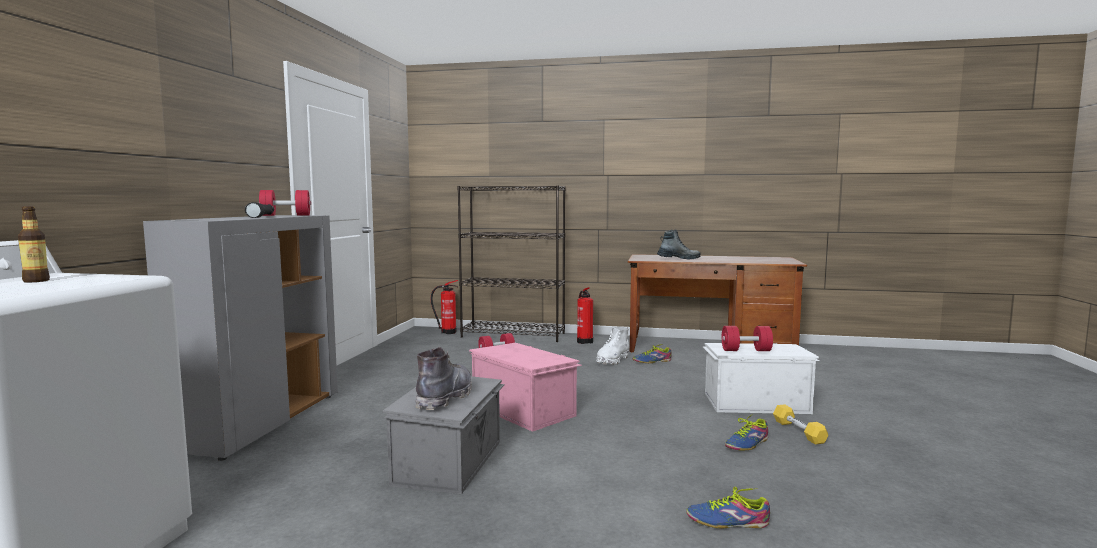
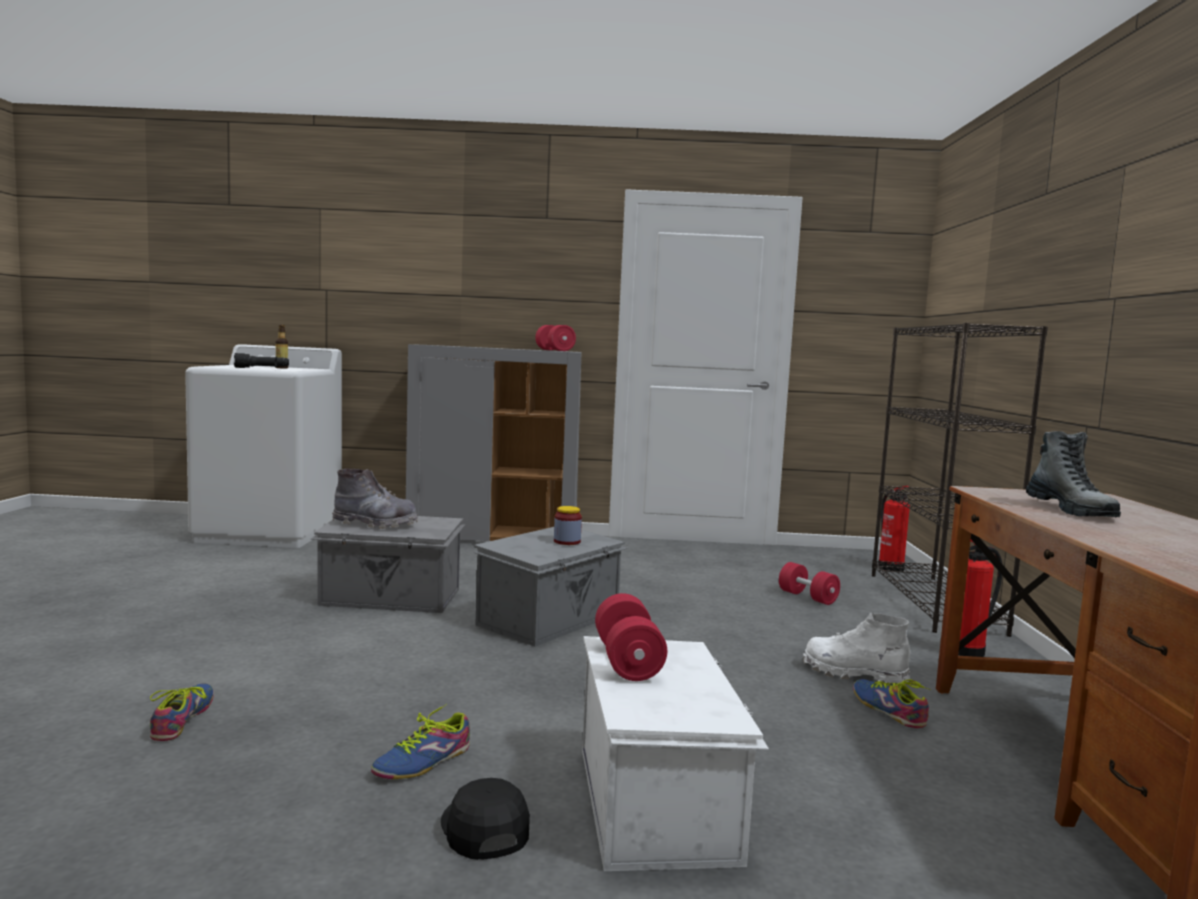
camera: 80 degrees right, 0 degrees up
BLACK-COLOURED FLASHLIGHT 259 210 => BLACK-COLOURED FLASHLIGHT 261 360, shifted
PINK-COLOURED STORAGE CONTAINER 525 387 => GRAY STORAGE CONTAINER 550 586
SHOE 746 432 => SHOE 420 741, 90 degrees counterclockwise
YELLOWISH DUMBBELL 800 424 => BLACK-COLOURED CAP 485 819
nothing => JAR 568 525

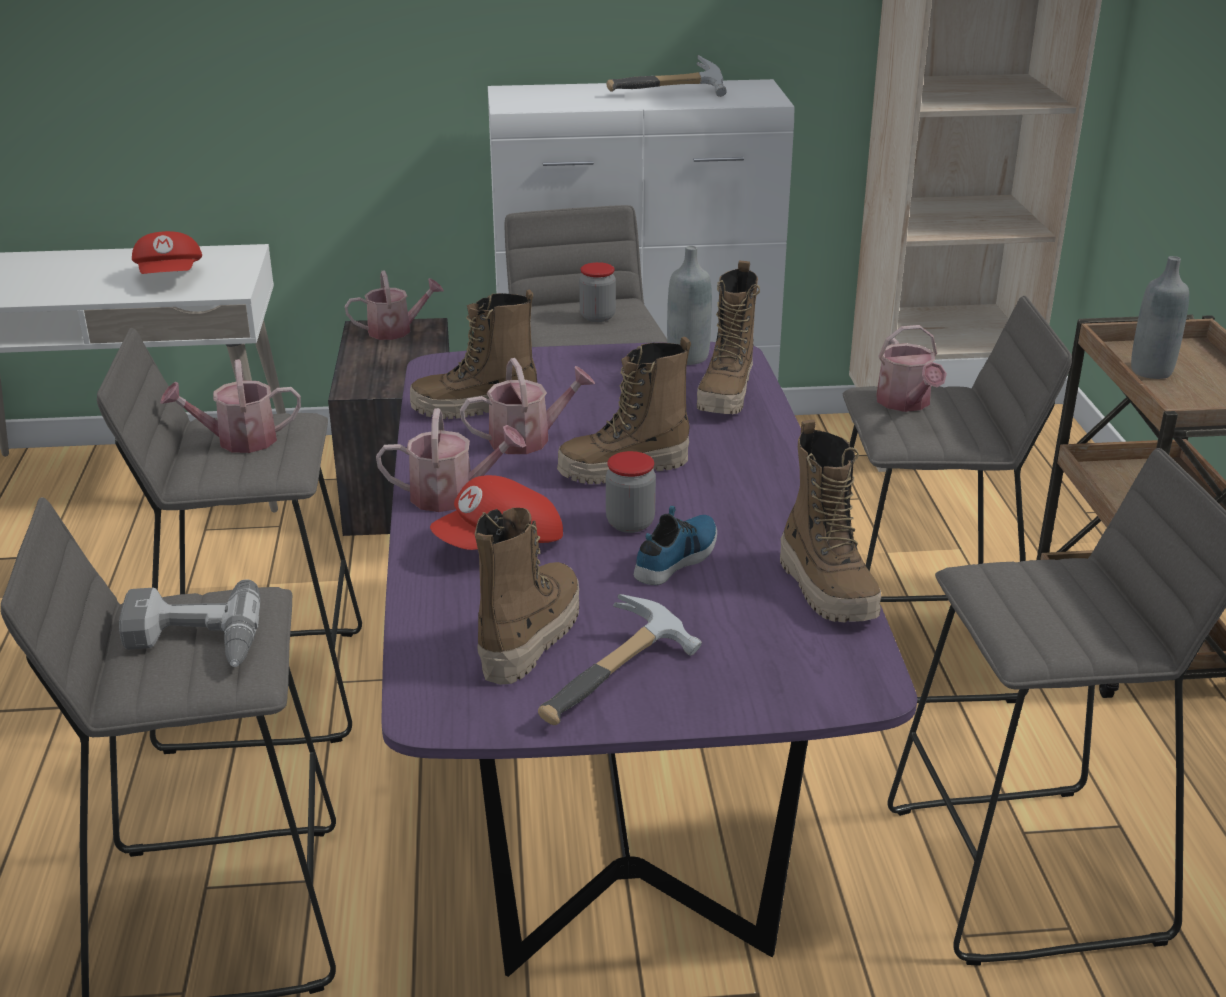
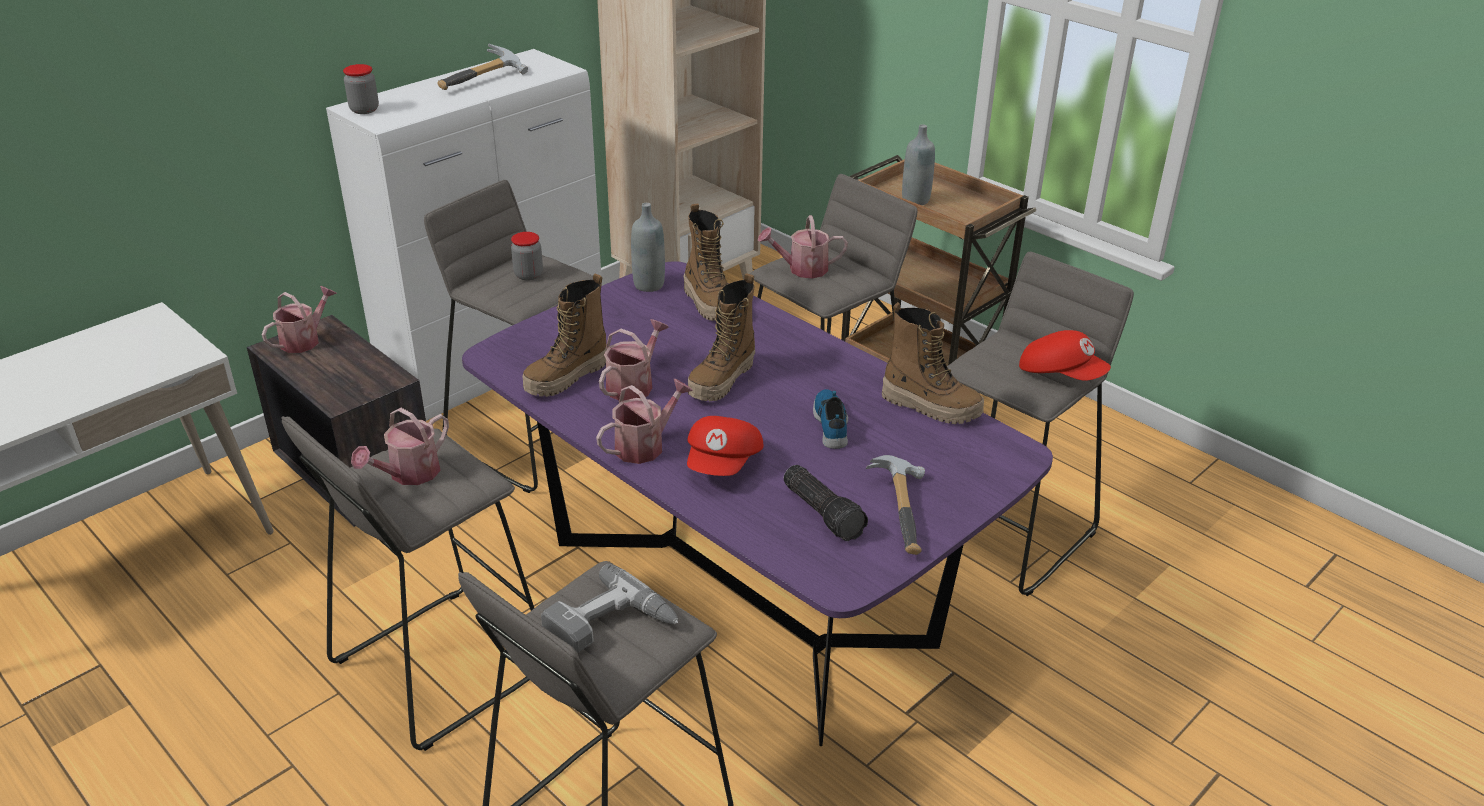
camera: 40 degrees left, 5 degrees up
REDDISH CAP 167 252 => REDDISH CAP 1065 355, shifted
TALL BOOT 526 596 => FLASHLIGHT 826 503
JAR 631 492 => JAR 361 89, shifted
SPRINKLING CAN 911 368 => SPRINKLING CAN 802 247, 135 degrees clockwise

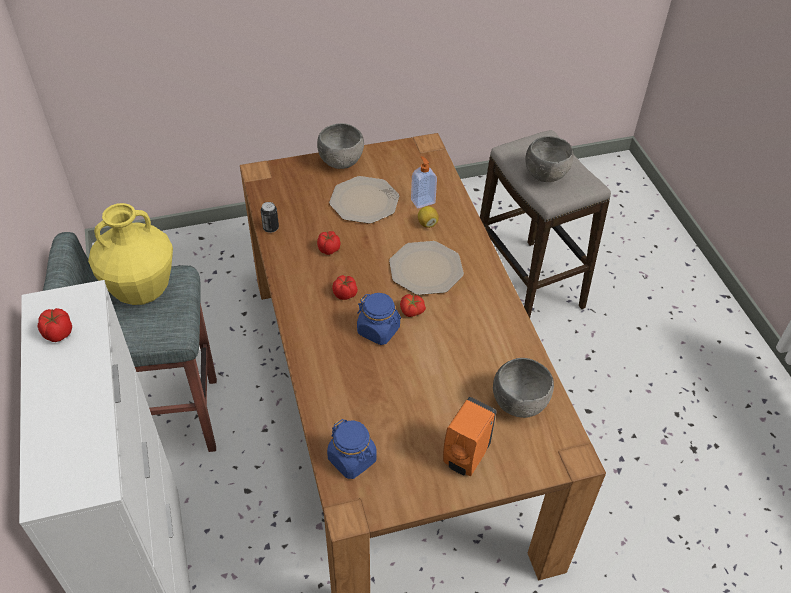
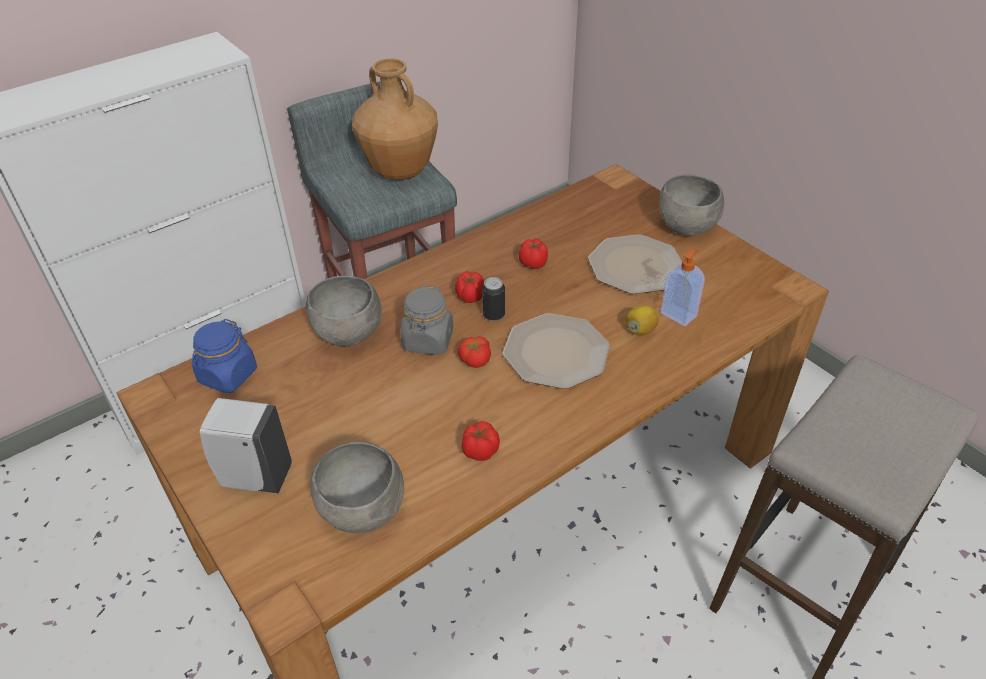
camera: 70 degrees right, 5 degrees down
FRESH TOMATO 55 325 => FRESH TOMATO 481 441, shifted
YELLOWISH FLOWER VASE 130 254 => BROWN-COLOURED FLOWER VASE 395 119
CAN 270 217 => CAN 493 299, shifted
BLUE-COLOURED JAR 379 319 => GRAY JAR 426 320
ORANGE SOAP DISPENSER 469 436 => WHITE SOAP DISPENSER 246 445
GRAY BOWL 549 159 => GRAY BOWL 344 311, shifted

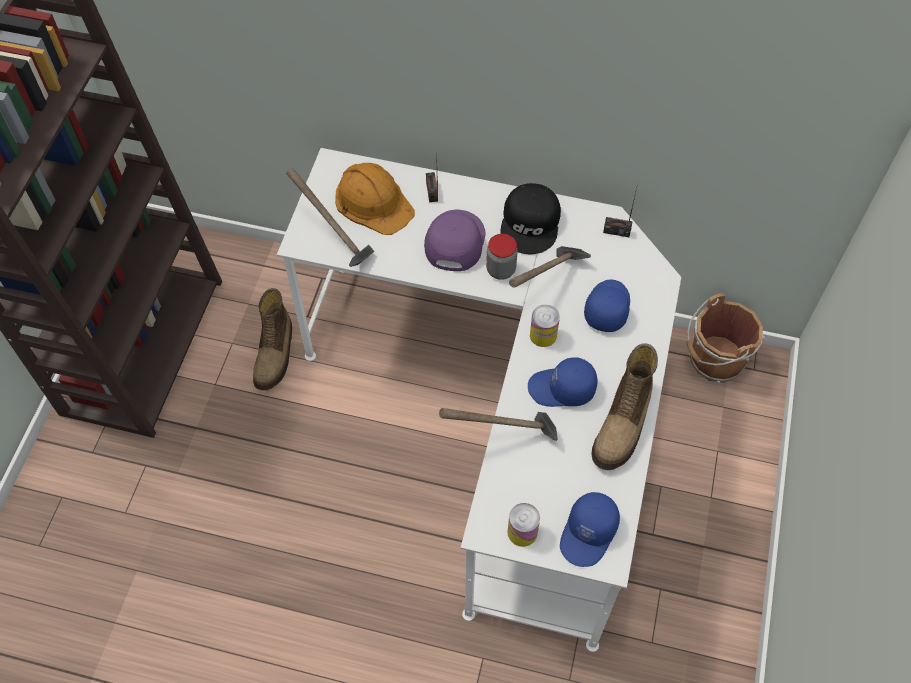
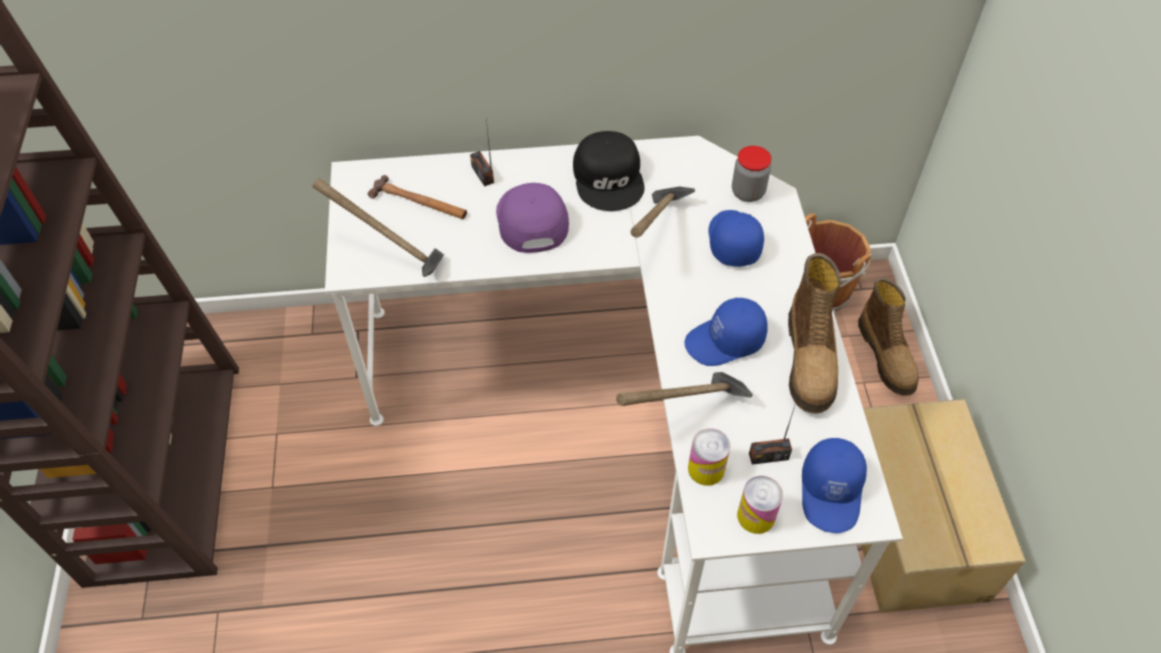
camera: 20 degrees left, 5 degrees down
TALL BOOT 272 339 => TALL BOOT 888 337, shifted
ORANGE SAFETY HELMET 375 199 => HAMMER 417 197
JAR 502 257 => JAR 752 174, shifted
CAN 545 326 => CAN 709 457, shifted
RADIO SET 620 212 => RADIO SET 773 431, shifted
nothing => CARDBOARD BOX 943 506

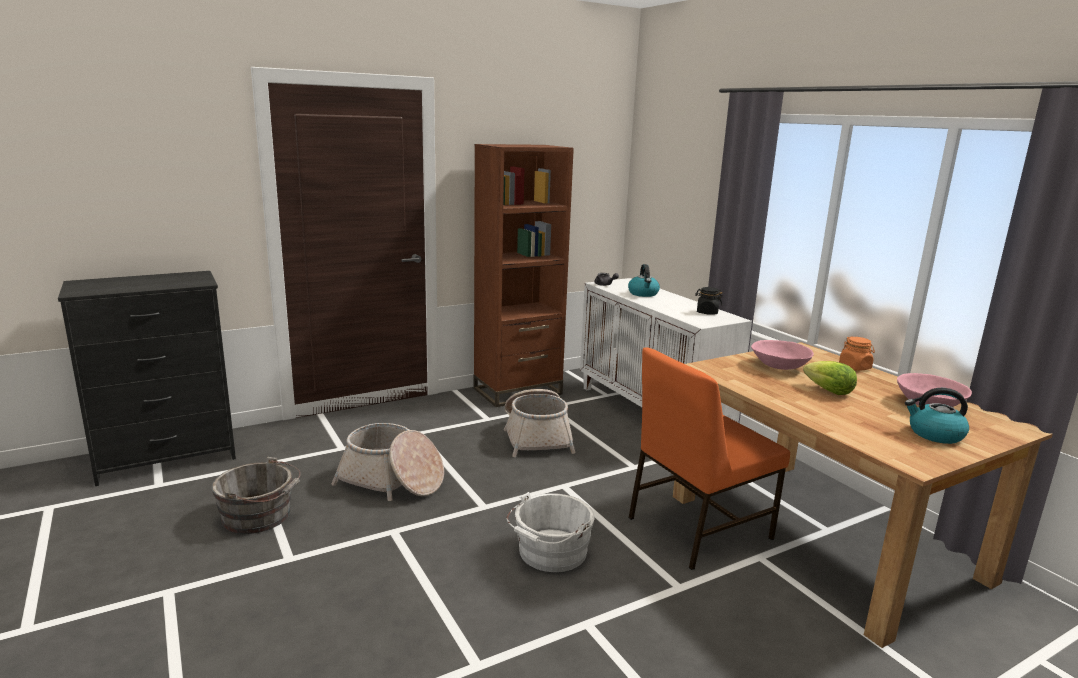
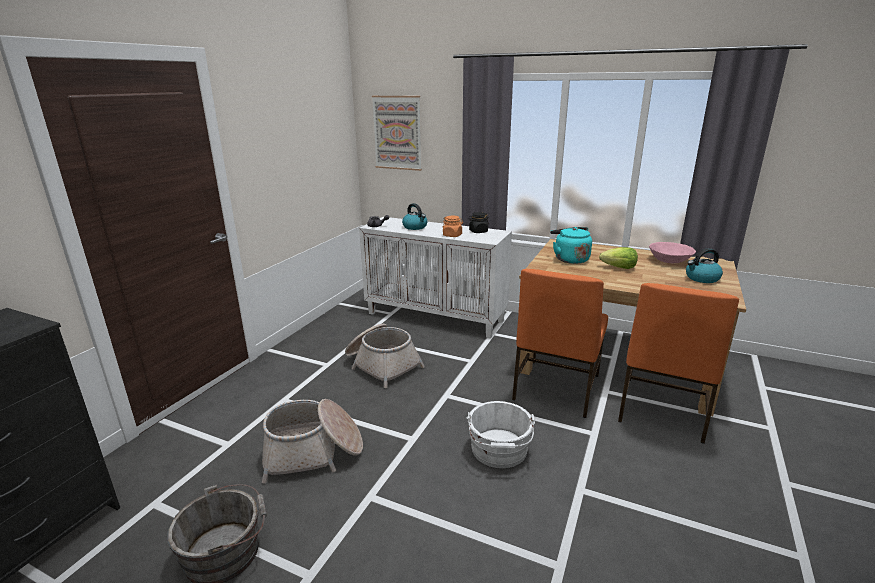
camera: 35 degrees left, 5 degrees up
BROWN-COLOURED BOOKCASE 524 275 => nothing
PINK-COLOURED BOWL 782 355 => TURQUOISE TEA KETTLE 571 245
ORANGE JAR 857 354 => ORANGE JAR 453 226, shifted
nothing => WALL ART 397 133
nothing => ORANGE UPRIGHT CHAIR 678 363

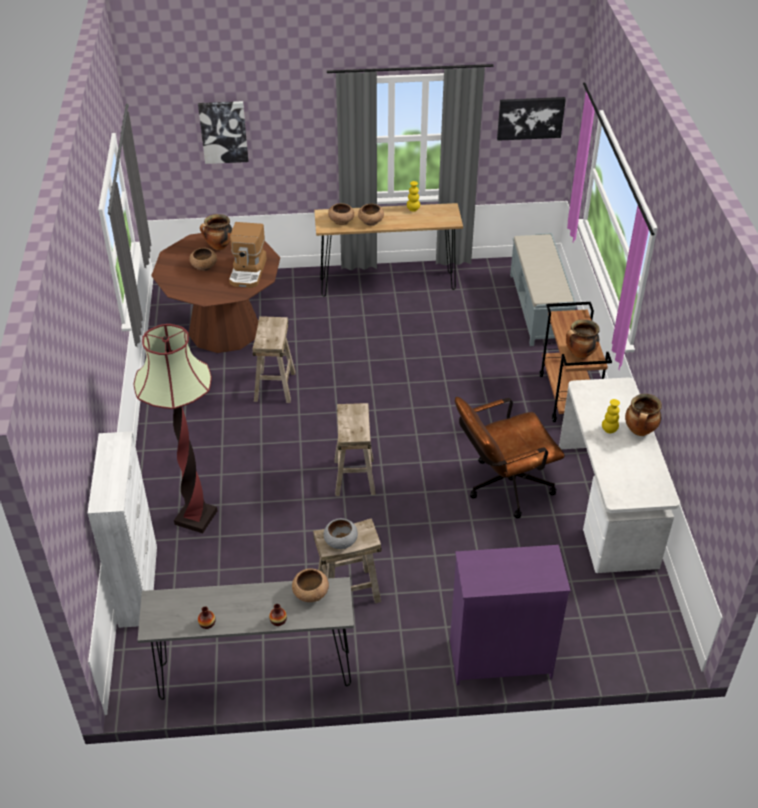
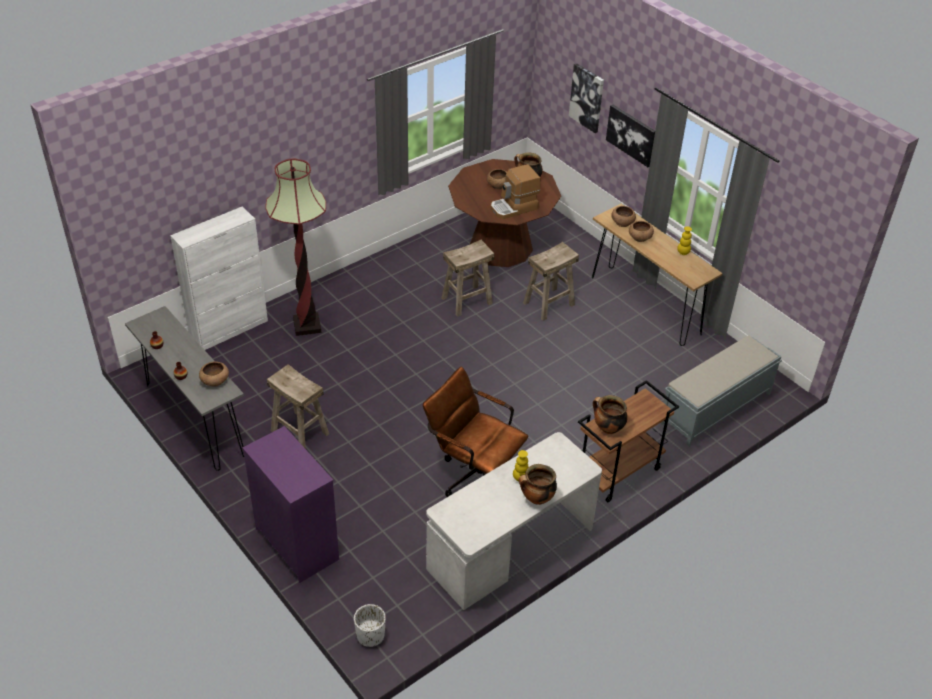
camera: 55 degrees right, 0 degrees up
GRAY BOWL 340 533 => nothing
BEIGE-COLOURED SITTING STOOL 354 449 => BEIGE-COLOURED SITTING STOOL 551 281, shifted
WALL ART 531 119 => WALL ART 630 136, shifted
nothing => WHITE PLANT POT 370 625

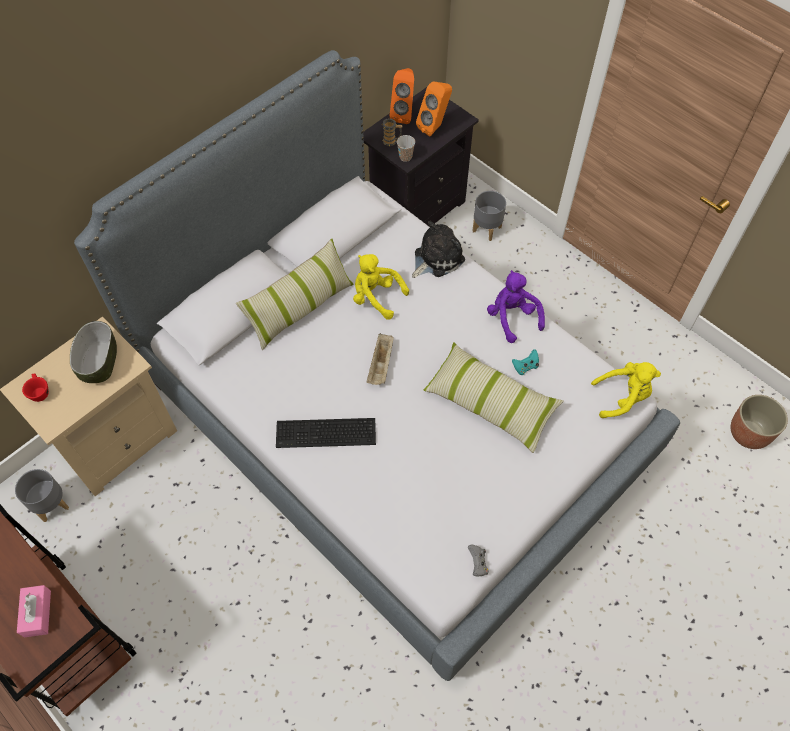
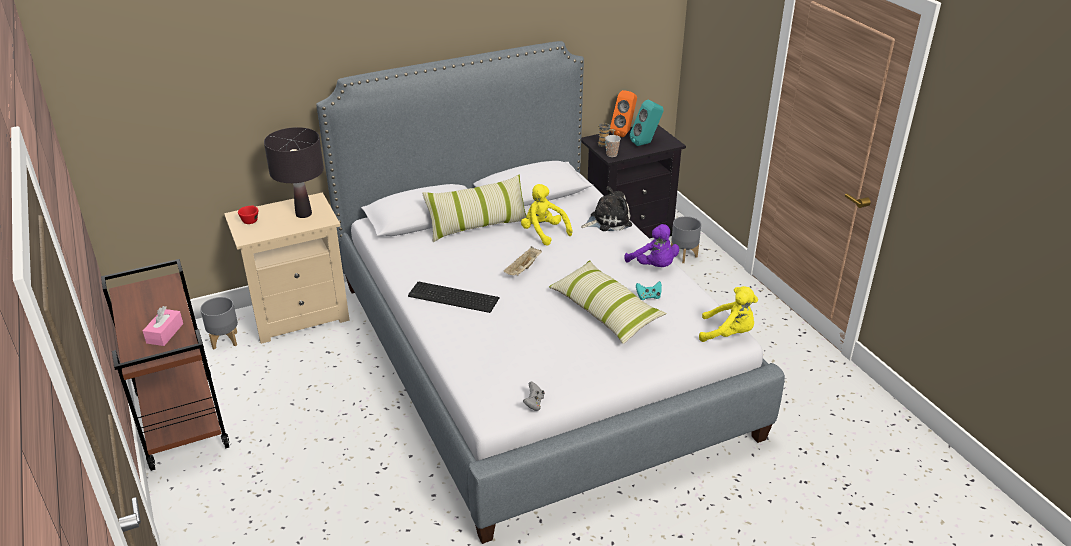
camera: 20 degrees right, 25 degrees down
BOWL 93 352 => BLACK-COLOURED TABLETOP LAMP 294 172
ORANGE SPEAKER 434 108 => TURQUOISE SPEAKER 647 123
PURPLISH PLUSH TOY 516 306 => PURPLISH PLUSH TOY 651 245, 150 degrees clockwise
PLANT POT 759 422 => nothing

